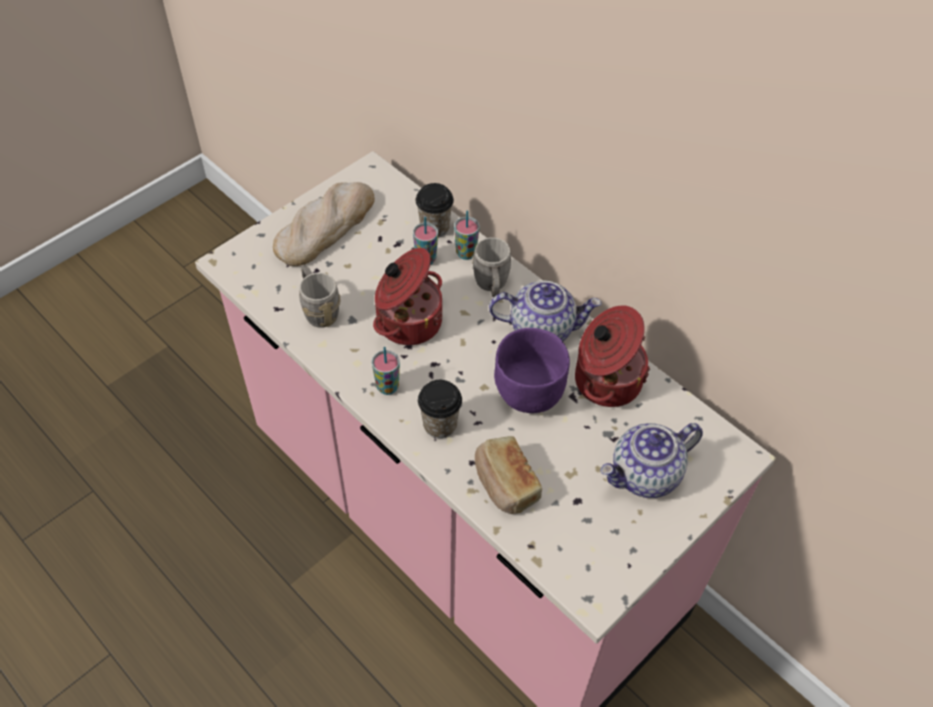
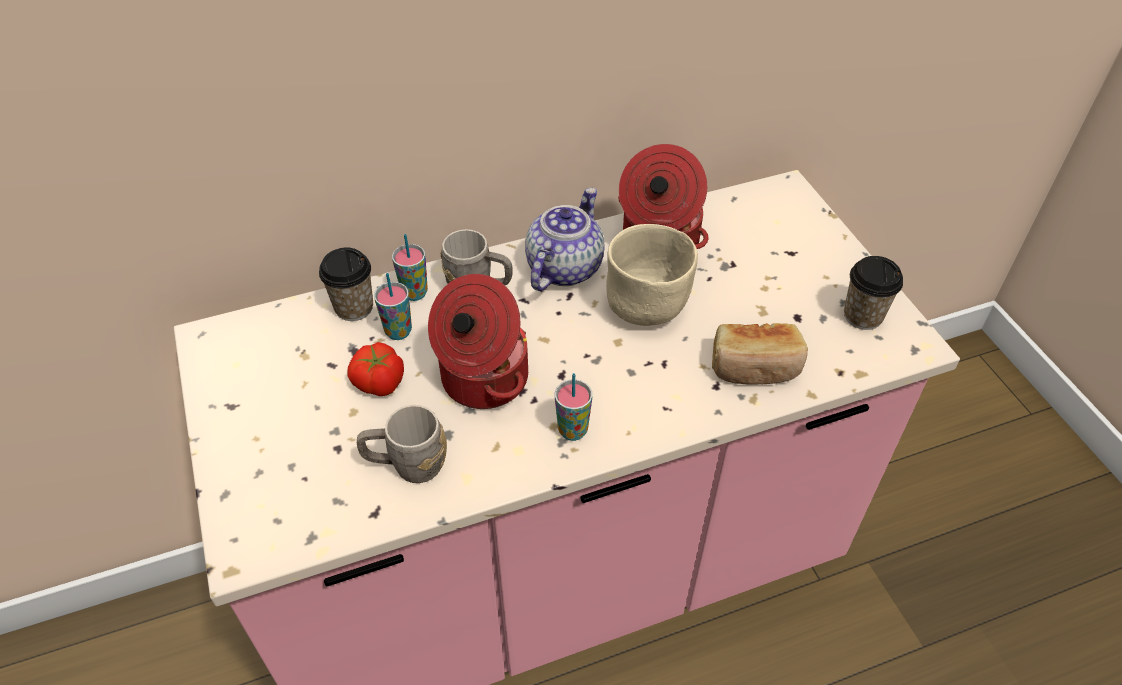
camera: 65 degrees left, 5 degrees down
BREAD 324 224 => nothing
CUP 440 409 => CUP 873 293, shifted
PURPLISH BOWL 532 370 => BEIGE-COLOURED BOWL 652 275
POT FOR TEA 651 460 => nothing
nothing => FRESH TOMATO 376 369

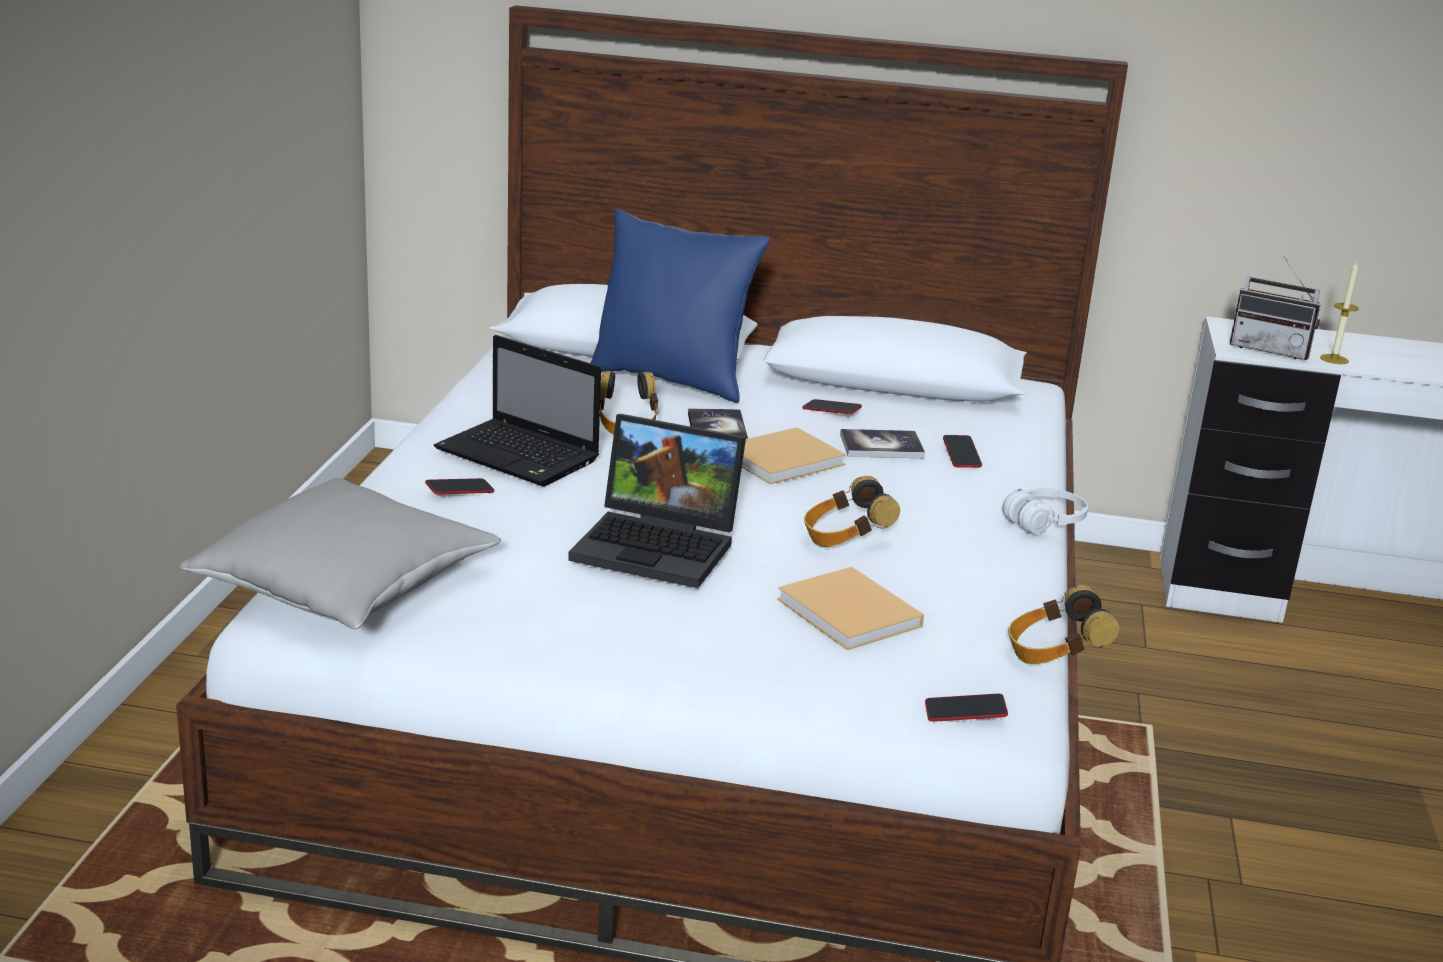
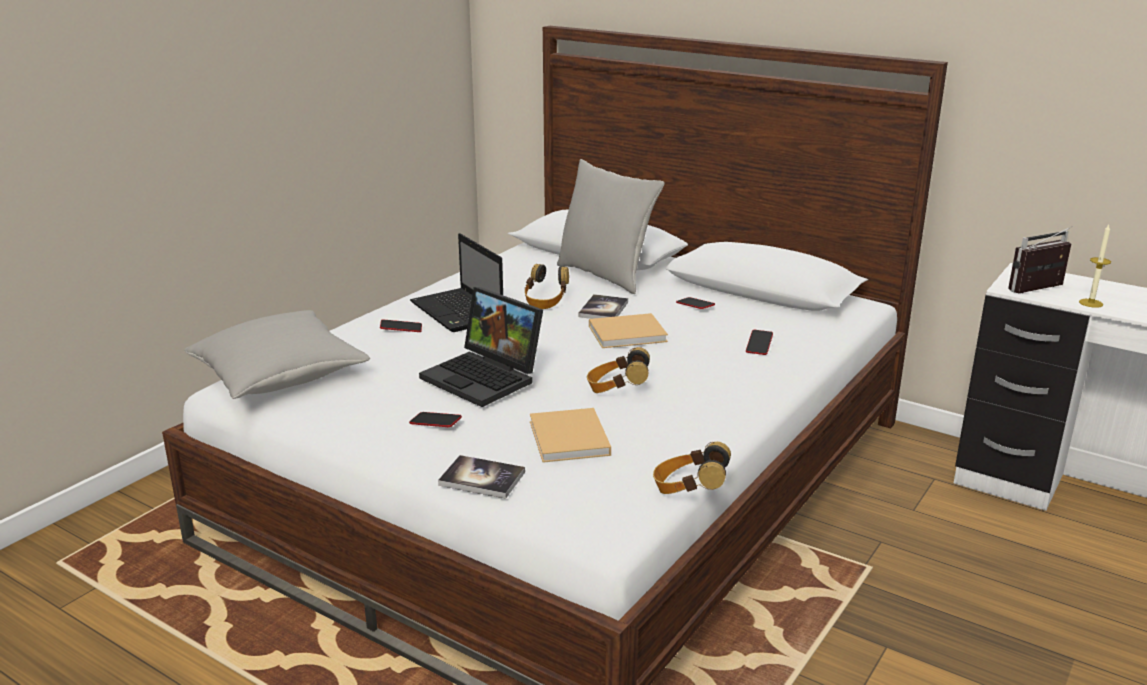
camera: 25 degrees right, 0 degrees up
BLUE-COLOURED THROW PILLOW 680 306 => GRAY THROW PILLOW 611 226
VOLUME 882 443 => VOLUME 481 477, shifted
PHONE 966 707 => PHONE 435 419, shifted
WHITE HEADSET 1045 511 => nothing
RADIO SET 1275 308 => RADIO SET 1041 259, 105 degrees clockwise

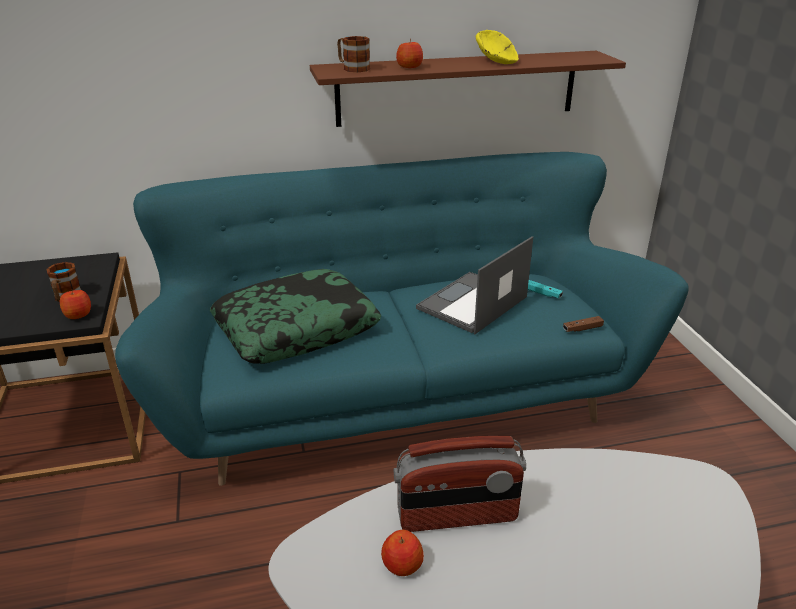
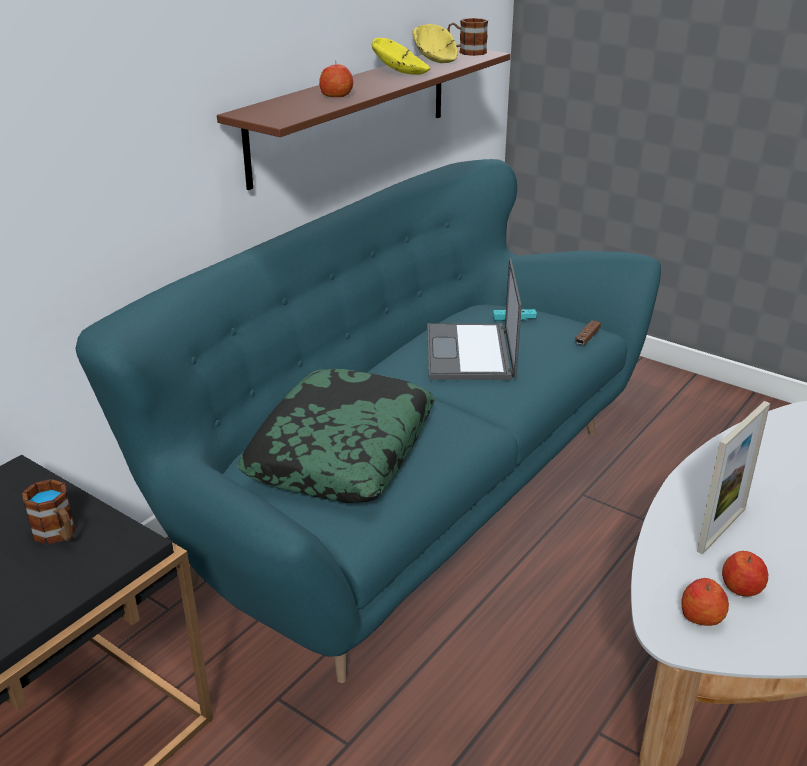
camera: 40 degrees left, 0 degrees up
APPLE FRUIT 75 304 => APPLE FRUIT 705 602, shifted
TEA MUG 353 54 => TEA MUG 467 37, shifted
RADIO SET 460 484 => PICTURE FRAME 733 478
nothing => YELLOWISH BOWL 435 43

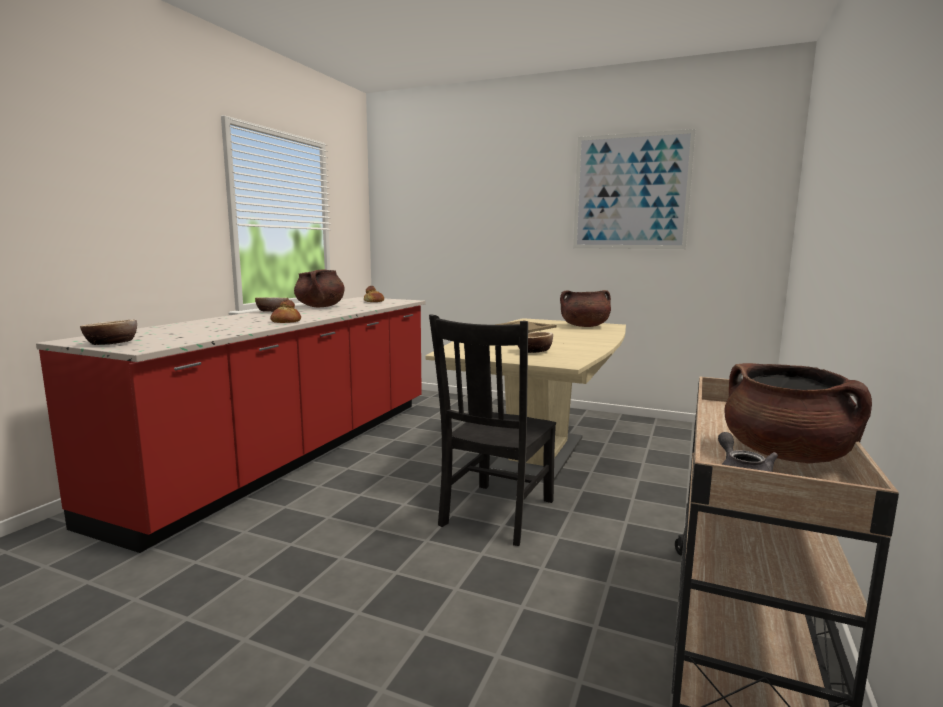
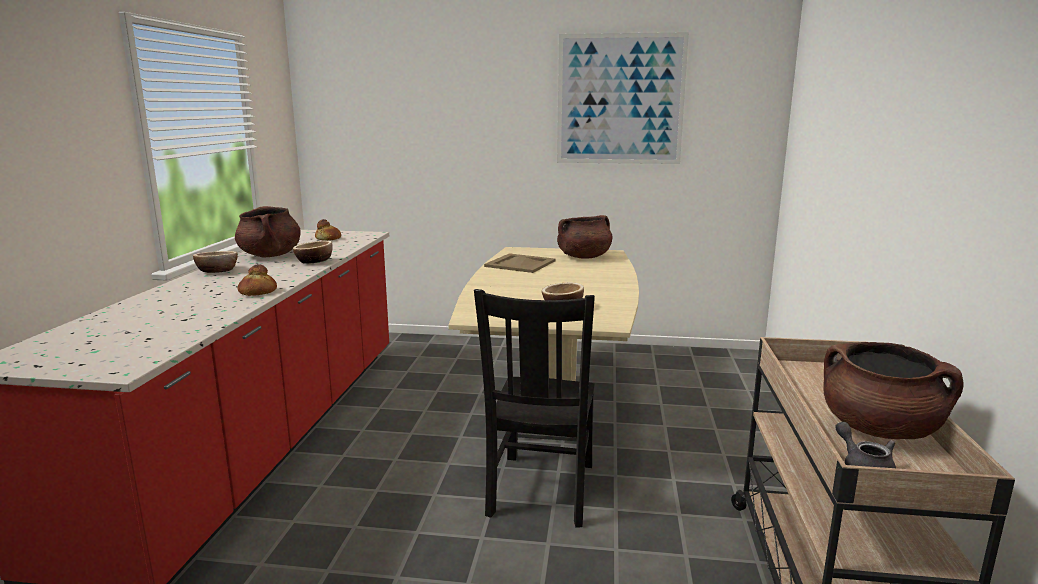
camera: 15 degrees left, 5 degrees up
BOWL 108 332 => BOWL 313 252, shifted

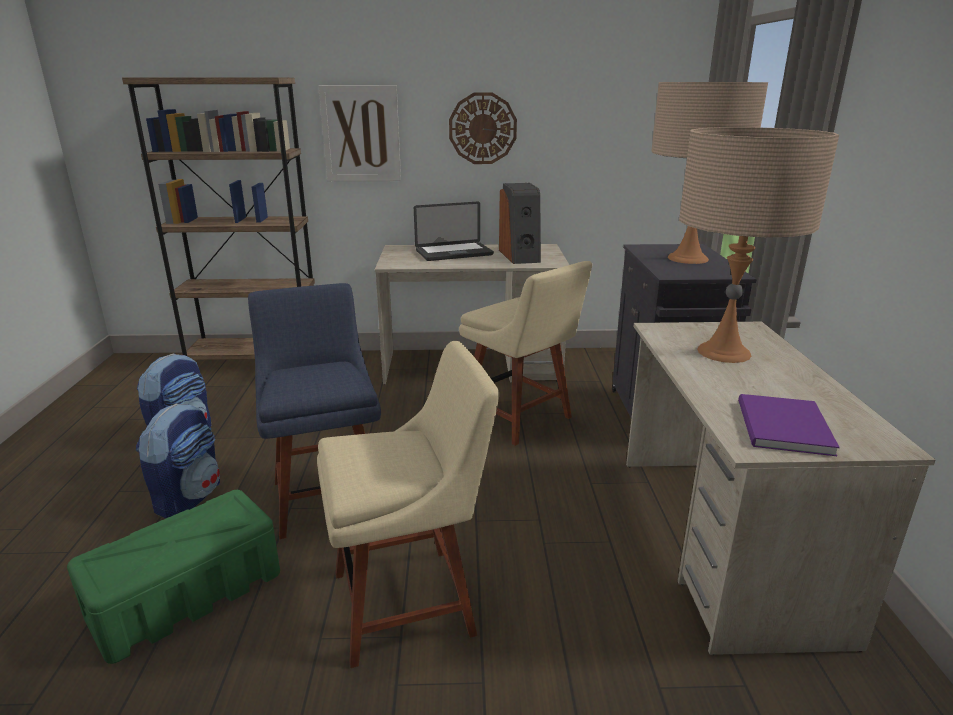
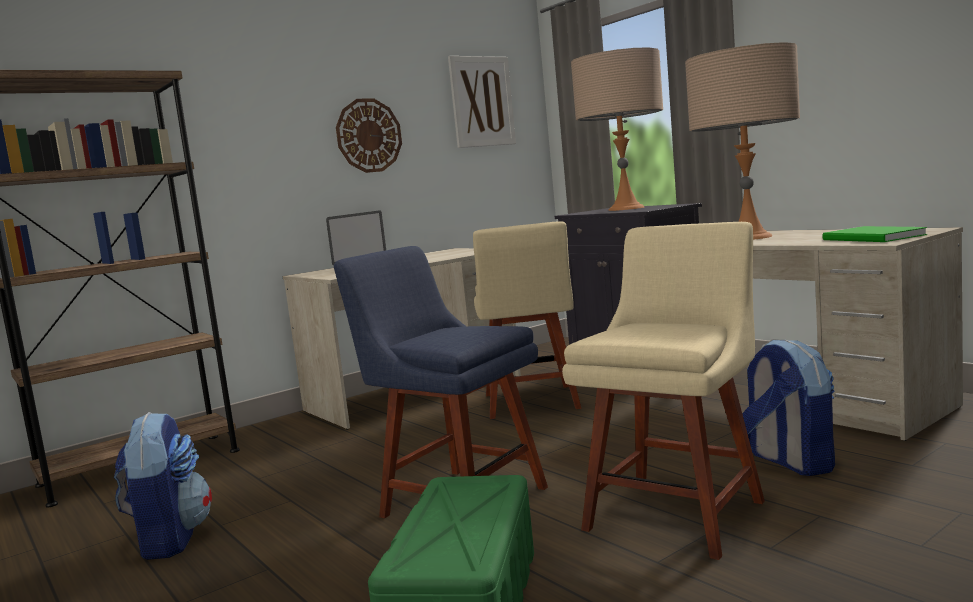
camera: 35 degrees left, 15 degrees down
RUCKSACK 178 460 => RUCKSACK 788 407, shifted
WALL ART 360 133 => WALL ART 482 102, shifted
BEIGE-COLOURED UPRIGHT CHAIR 525 353 => BEIGE-COLOURED UPRIGHT CHAIR 527 320, 75 degrees clockwise
SPEAKER 520 223 => nothing
PURPLISH VOLUME 789 425 => GREENISH VOLUME 874 234

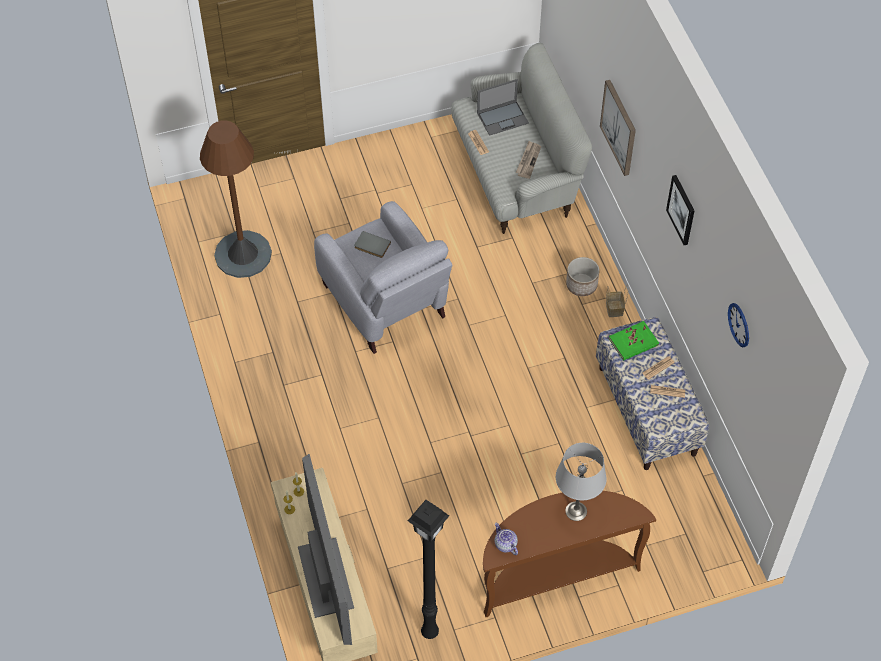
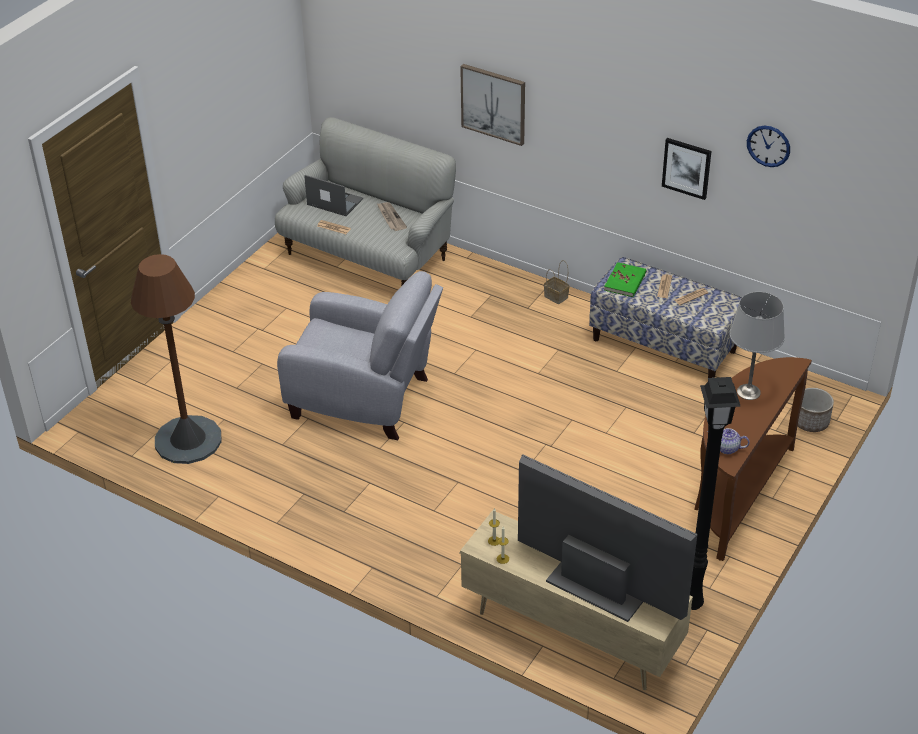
camera: 40 degrees left, 15 degrees down
GRAY VOLUME 372 244 => nothing
NOTEBOOK COMPUTER 503 107 => NOTEBOOK COMPUTER 333 195, 90 degrees counterclockwise
PLANT POT 583 276 => PLANT POT 816 410, shifted
WALL ART 680 210 => WALL ART 686 169, shifted

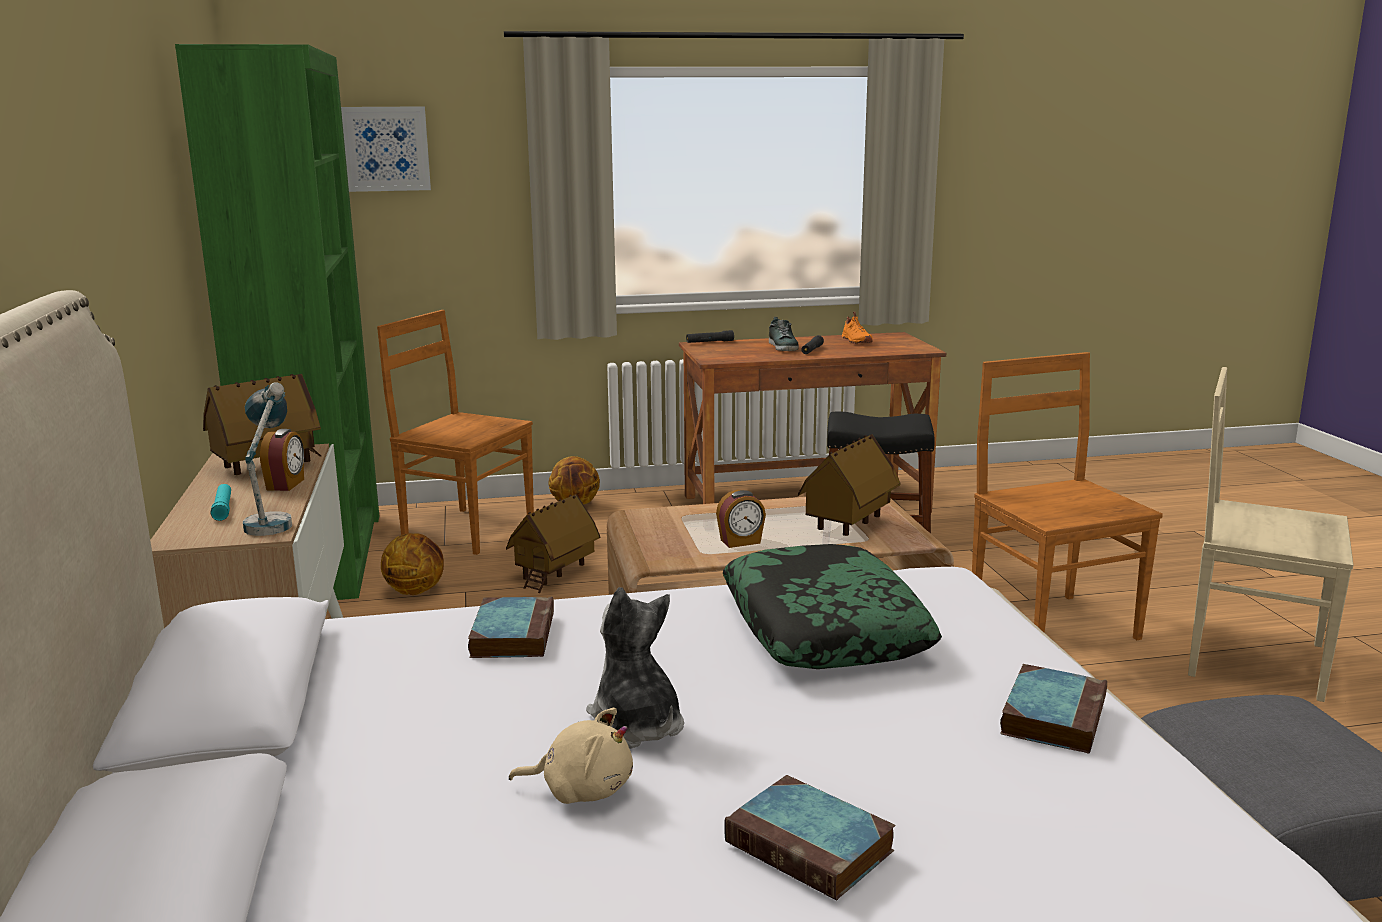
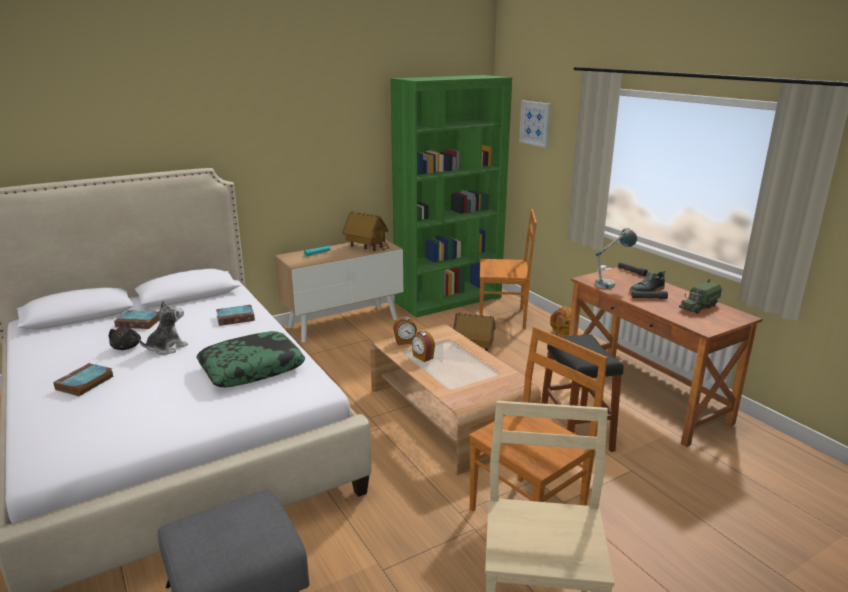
camera: 70 degrees right, 5 degrees up
TABLETOP LAMP 267 459 => TABLETOP LAMP 616 258, shifted
ALARM CLOCK 282 460 => ALARM CLOCK 405 330, shifted
BROWN-COLOURED UPRIGHT CHAIR 455 432 => BROWN-COLOURED UPRIGHT CHAIR 508 269, 90 degrees clockwise
BASKETBALL BALL 412 564 => nothing
BEIGE-COLOURED PLUSH TOY 571 756 => BLACK-COLOURED PLUSH TOY 125 338
TOY HOUSE 849 485 => nothing
ORANGE SHOE 857 327 => MODEL TRUCK 700 296
VOLUME 1053 709 => VOLUME 136 319, shifted

